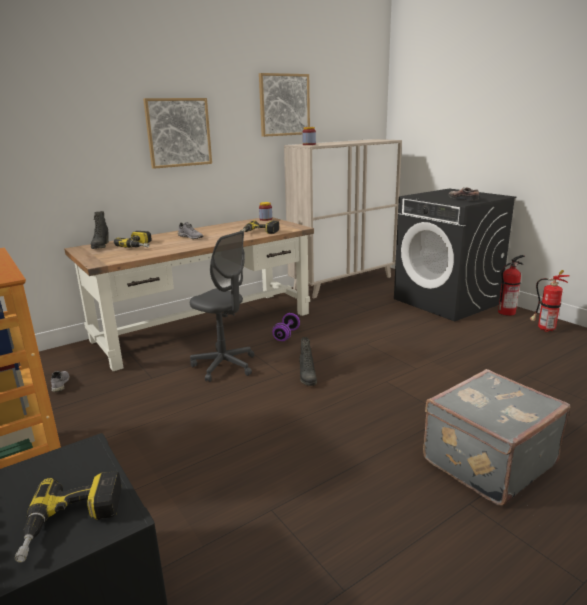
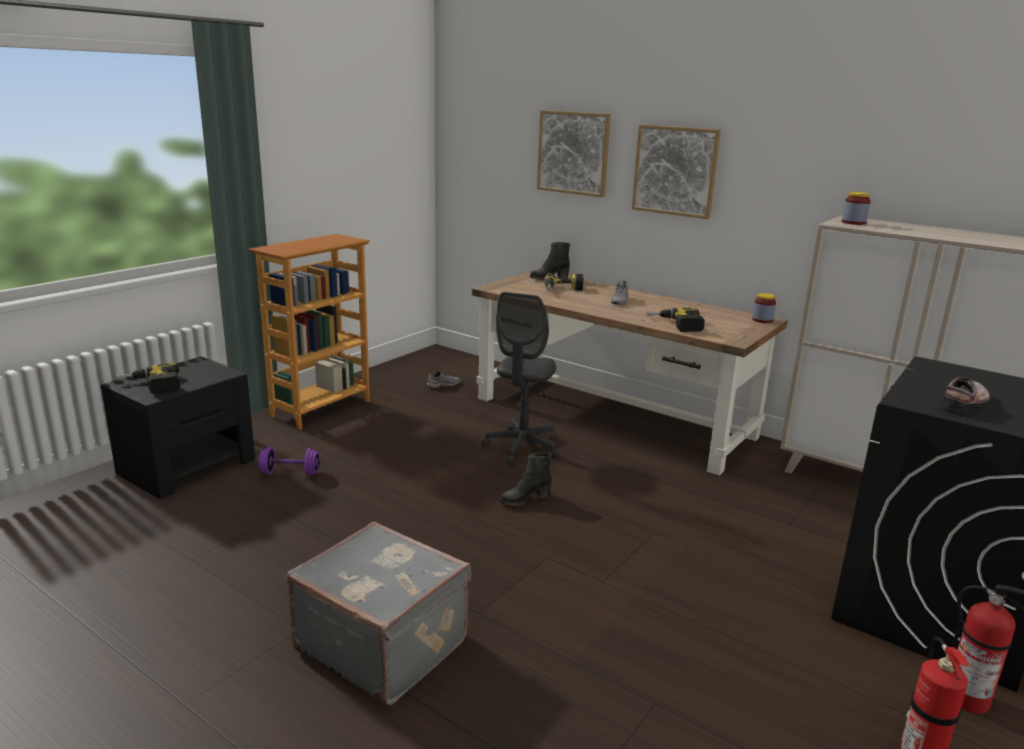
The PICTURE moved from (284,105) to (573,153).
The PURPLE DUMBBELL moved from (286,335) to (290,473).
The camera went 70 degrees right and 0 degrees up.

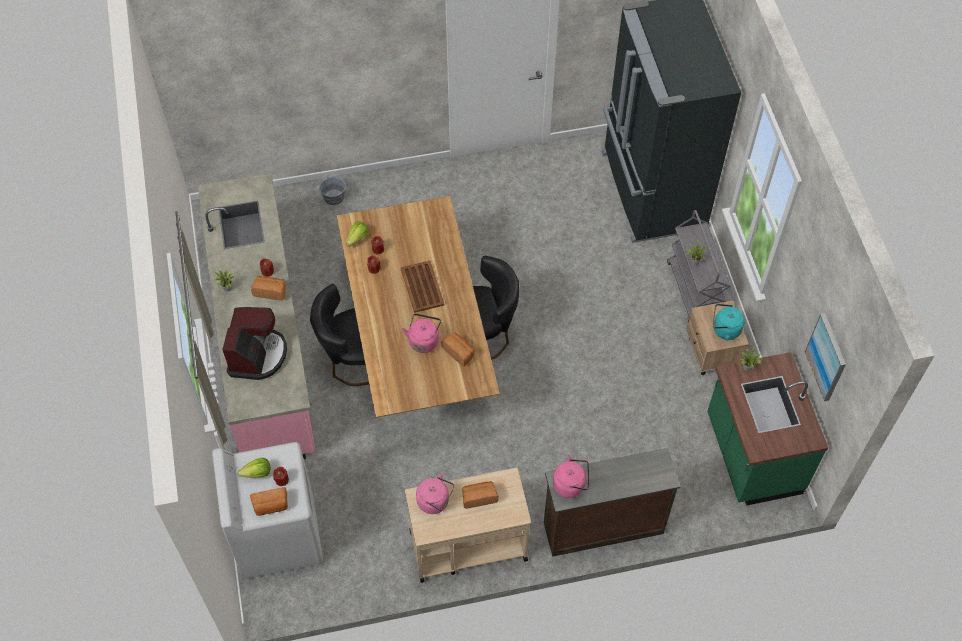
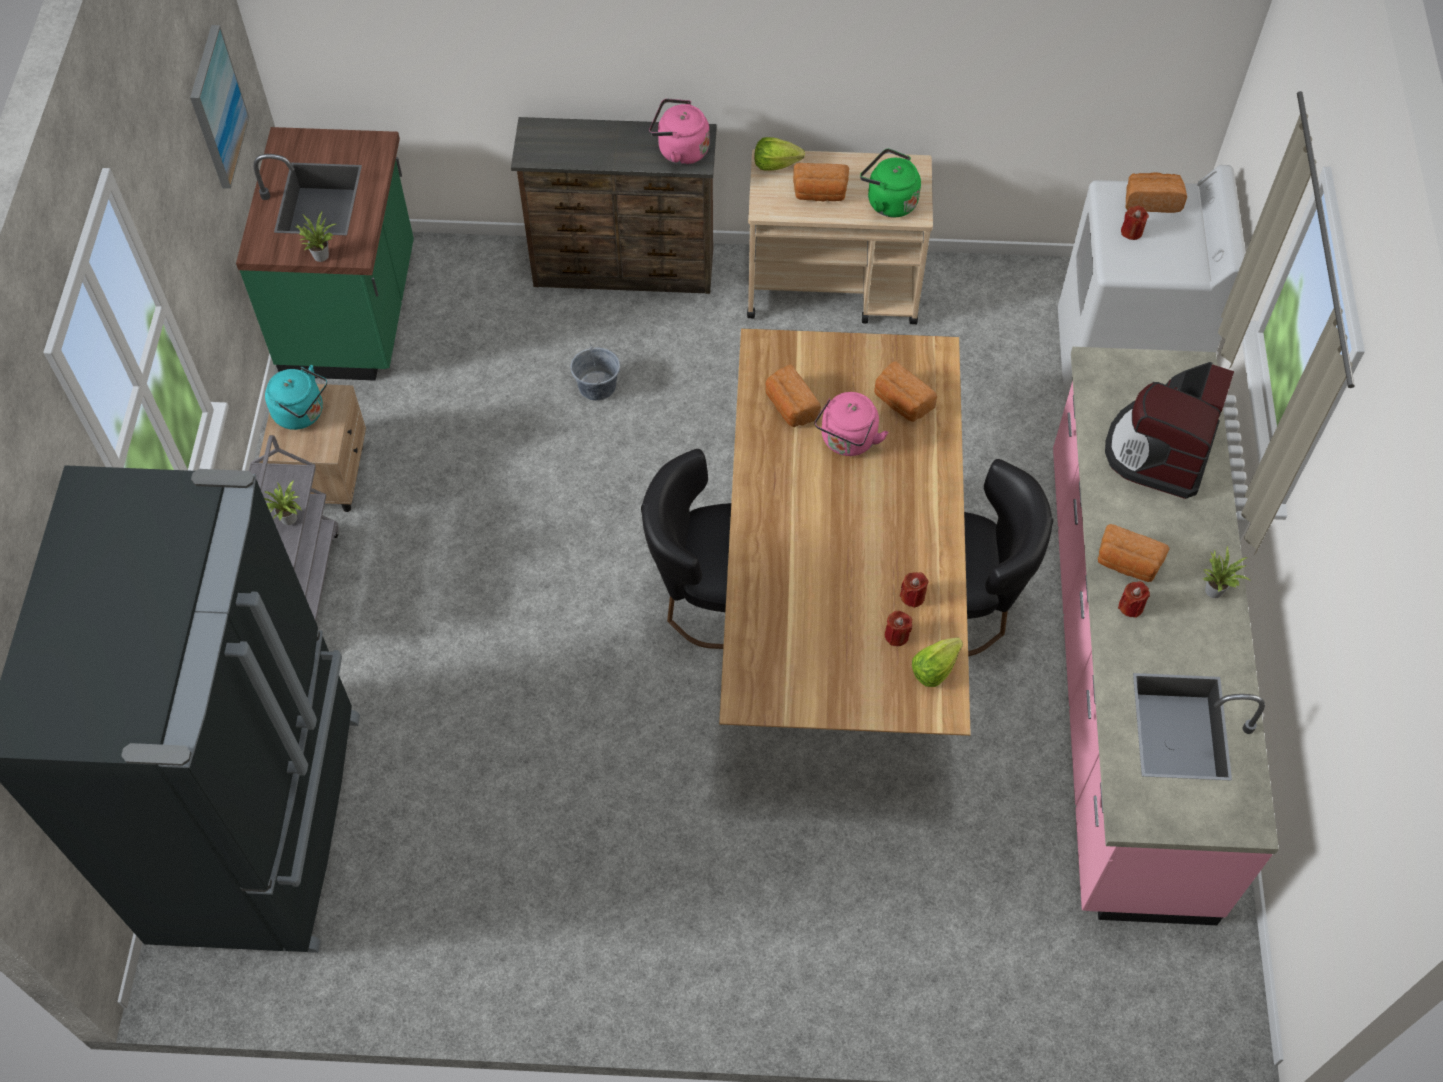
The BROWN TRAY at (422,287) disappeared.
The BREAD at (901,402) appeared.
The LETTUCE moved from (257,473) to (775,164).
The GREY BUCKET moved from (334,197) to (597,386).
The PINK KETTLE at (435,501) became the GREEN KETTLE at (888,201).
The camera went 165 degrees left and 0 degrees up.

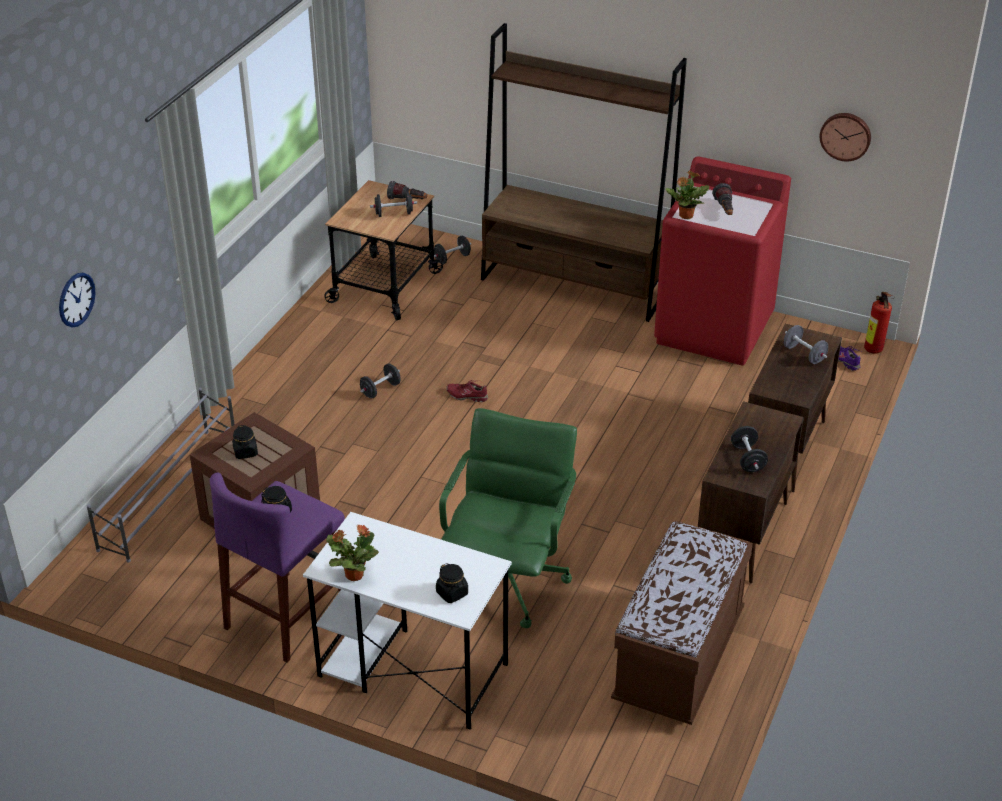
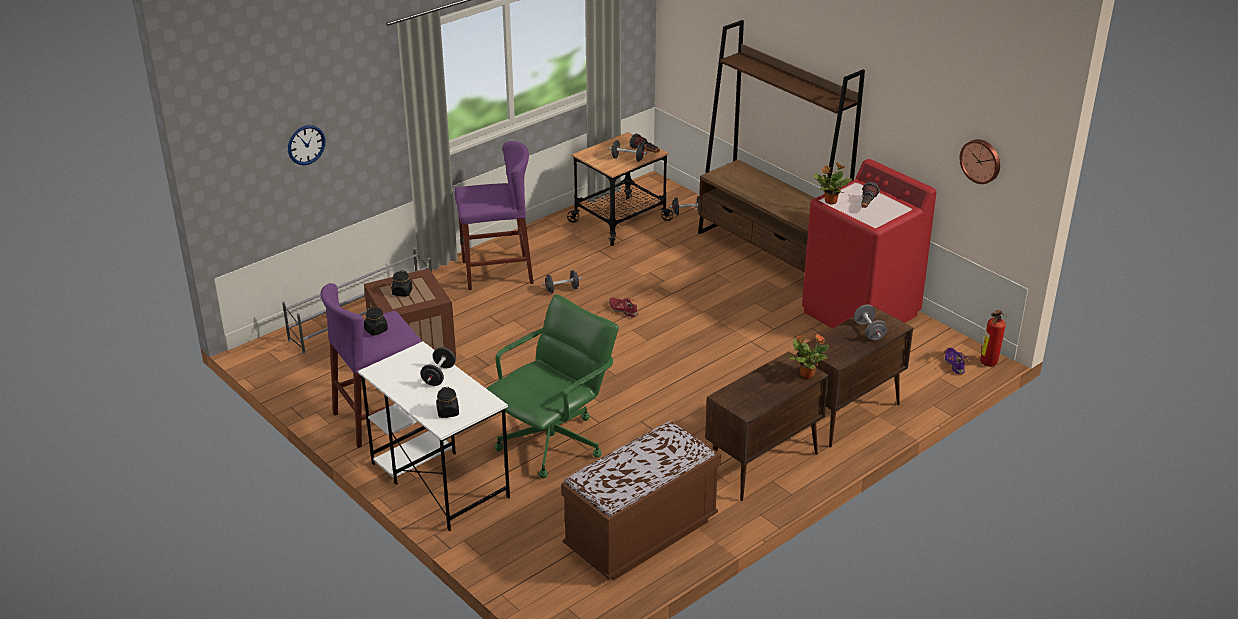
The PURPLE STOOL at (497,272) appeared.
The POTTED PLANT moved from (353,575) to (806,374).
The BLACK DUMBBELL moved from (747,459) to (439,376).
The camera went 25 degrees right and 5 degrees down.

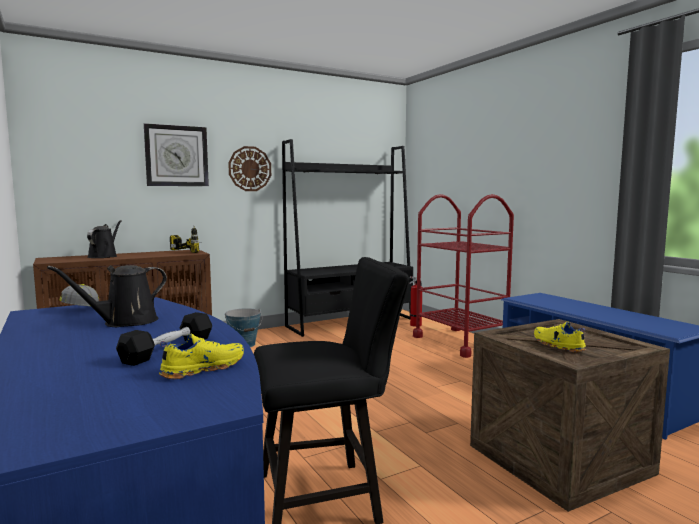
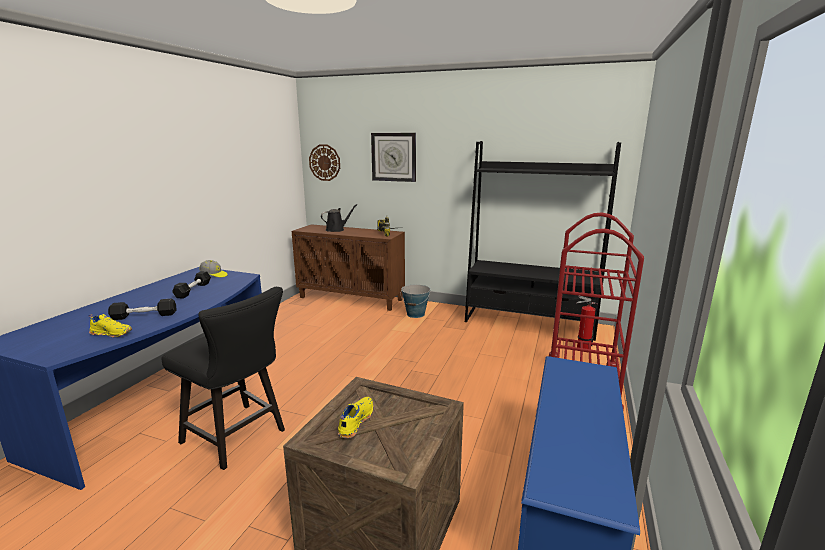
The WALL CLOCK moved from (250,168) to (324,162).
The BLACK WATERING CAN at (125,322) was replaced by the BLACK DUMBBELL at (193,290).
The camera went 50 degrees right and 10 degrees up.

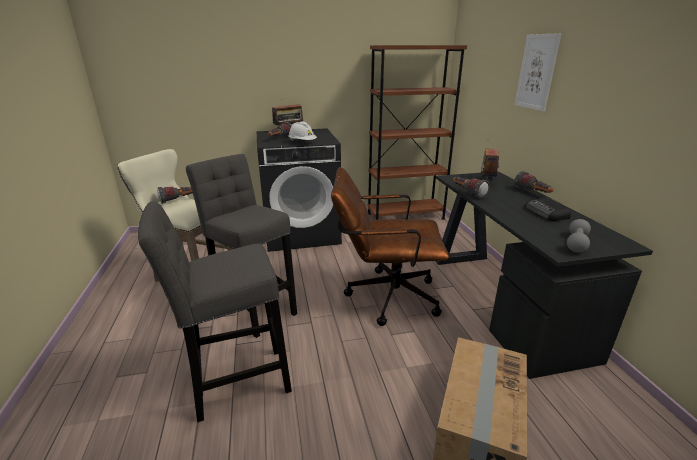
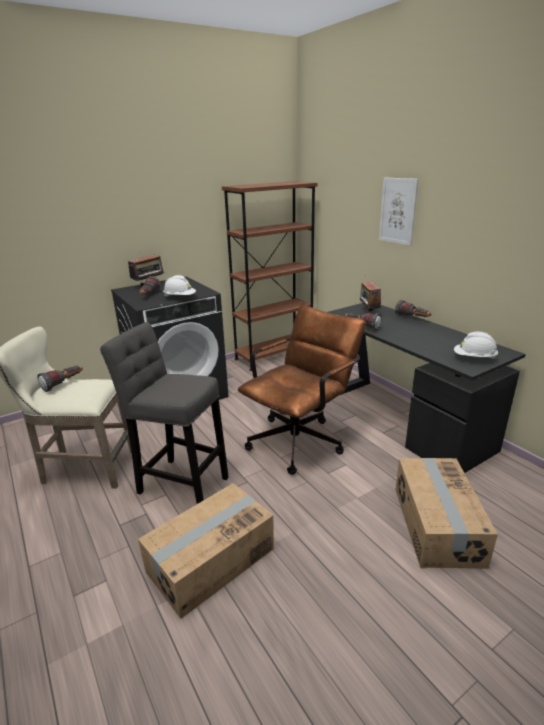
The RADIO at (546,213) disappeared.
The GREY STOOL at (235,383) was replaced by the CARDBOARD BOX at (210,560).
The GREY DUMBBELL at (576,243) was replaced by the WHITE HARD HAT at (474,358).
The BROWN OFFICE CHAIR at (384,296) turned 150 degrees clockwise.
The camera went 20 degrees left and 0 degrees up.

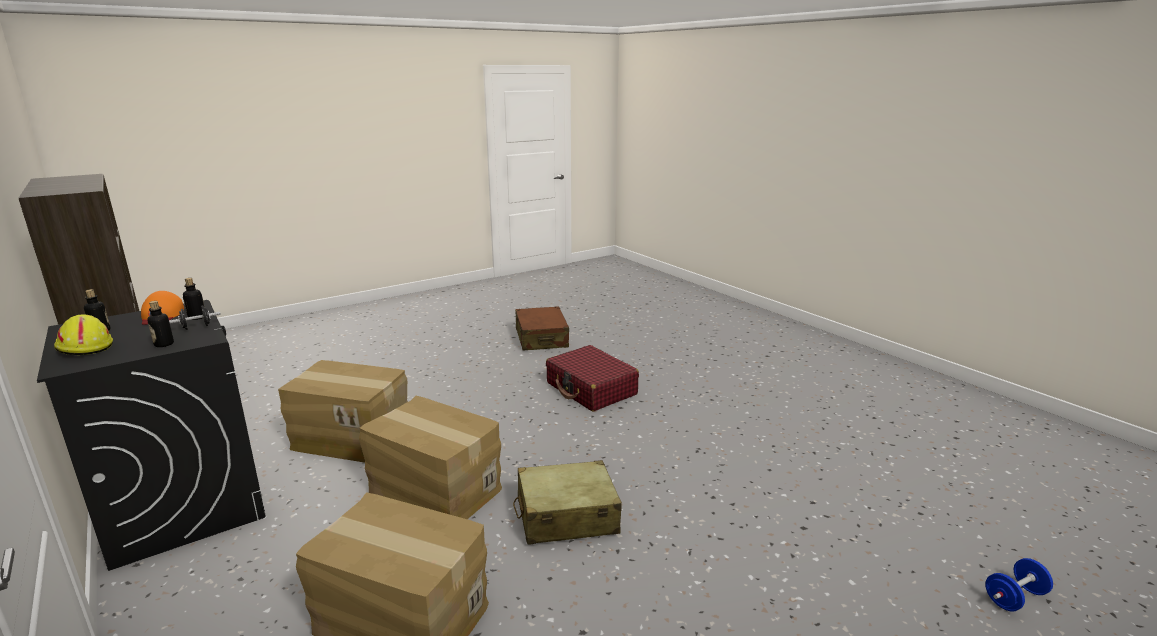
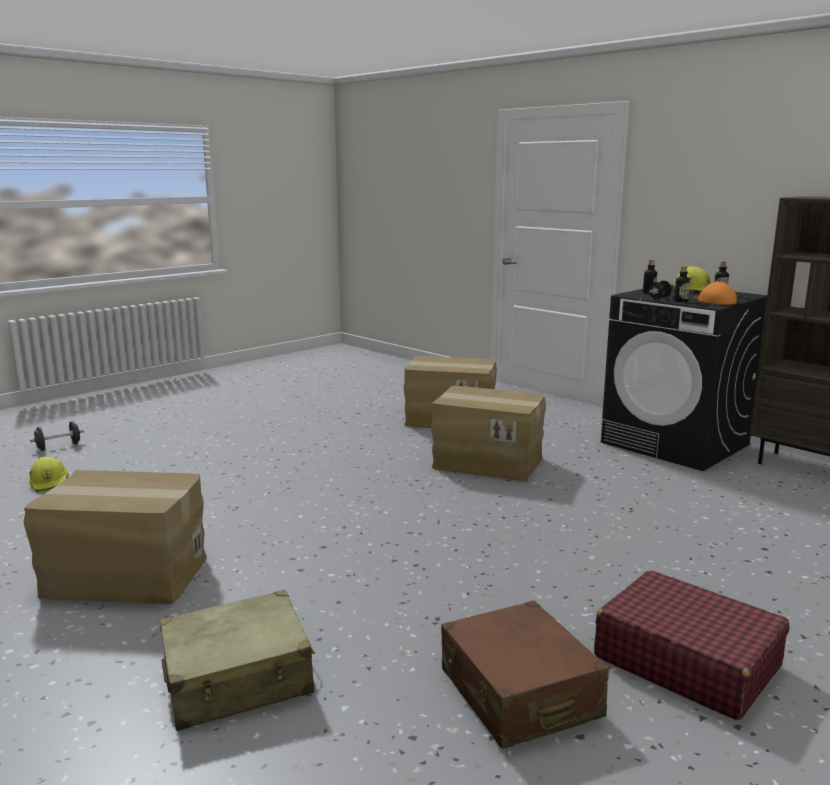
The YELLOW HARD HAT at (50,483) appeared.
The CARDBOARD BOX moved from (352,438) to (125,576).
The BEIGE SUITCASE moved from (566,516) to (238,679).
The RED SUITCASE moved from (591,389) to (686,661).
The BLUE DUMBBELL at (1014,598) became the BLACK DUMBBELL at (58,447).
The camera went 170 degrees right and 5 degrees down.

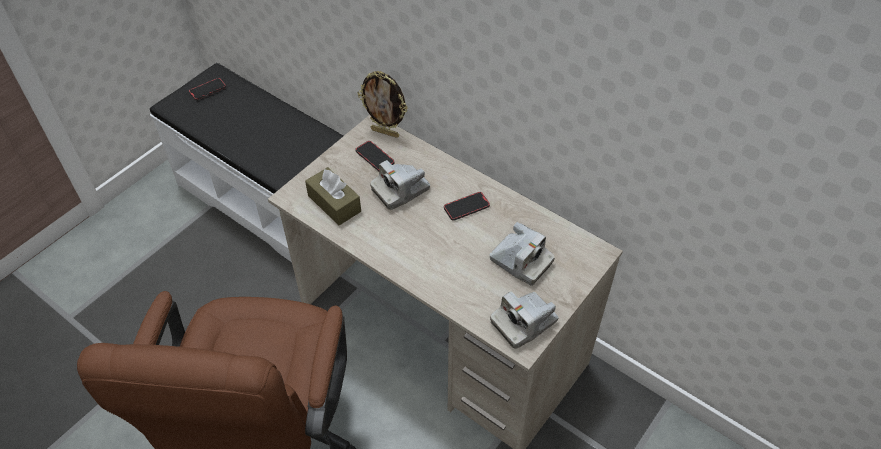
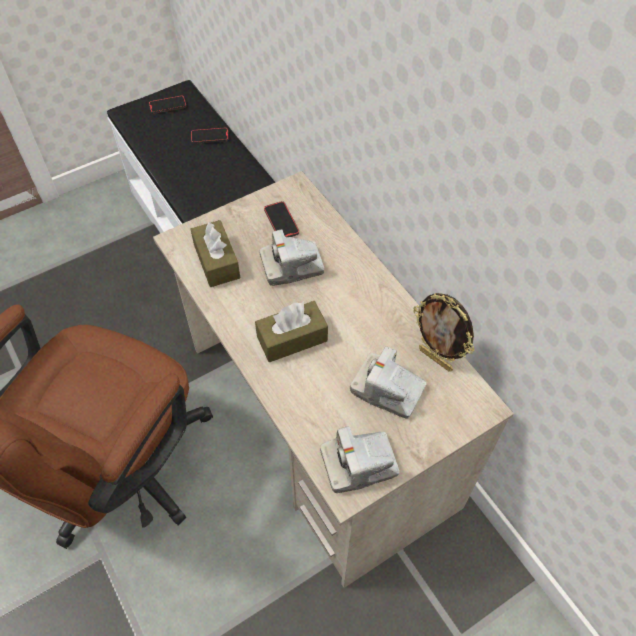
The BROWN TISSUE BOX at (292,339) appeared.
The PICTURE FRAME moved from (385,132) to (436,359).
The PHONE moved from (466,207) to (210,137).
The PHOTO CAMERA at (520,262) turned 150 degrees clockwise.
The camera went 20 degrees right and 5 degrees up.

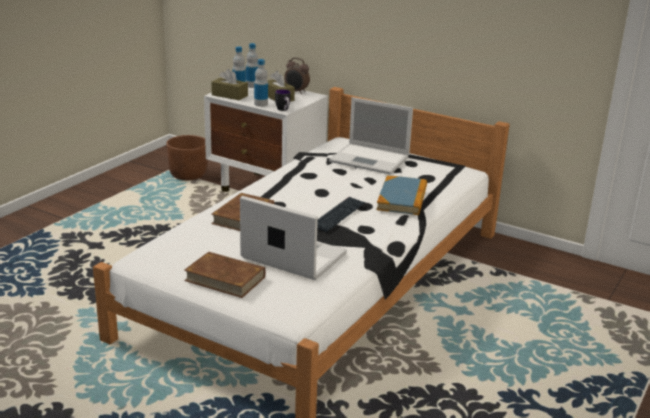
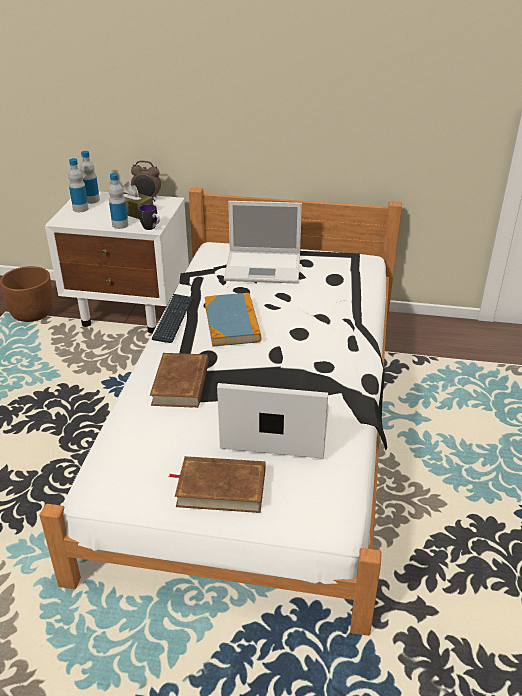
The BROWN TISSUE BOX at (229,95) disappeared.
The KEYBOARD moved from (338,215) to (173,319).
The BOOK moved from (402,198) to (232,322).
The camera went 20 degrees left and 10 degrees up.

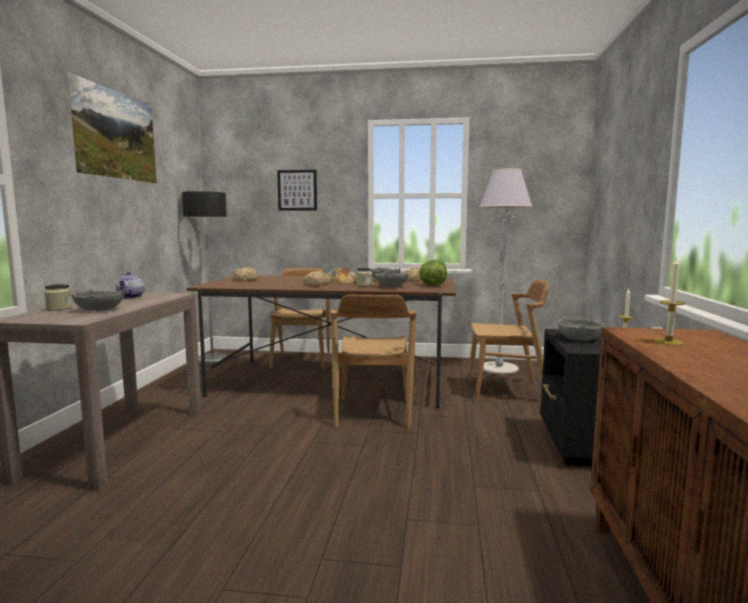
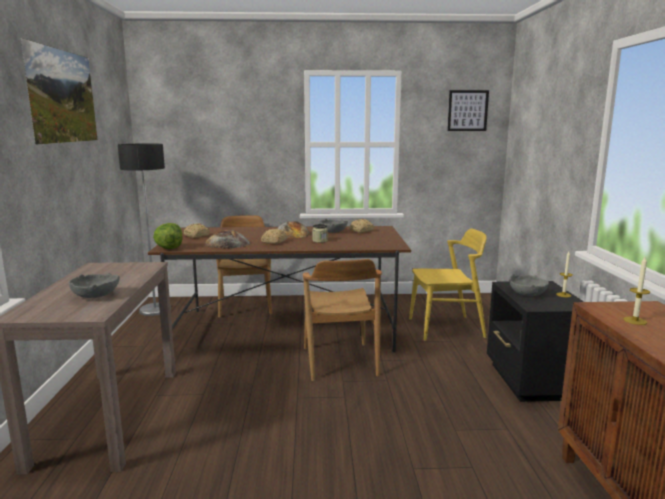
The JAR at (59,308) disappeared.
The TEAPOT at (131,297) disappeared.
The GREY BOWL at (391,286) disappeared.
The GREY FLOOR LAMP at (499,369) disappeared.
The BREAD at (227,244) appeared.
The PICTURE moved from (297,190) to (467,110).
The LETTUCE moved from (432,285) to (169,248).
The BROWN CHAIR at (507,390) became the YELLOW CHAIR at (446,328).
The camera went 10 degrees left and 5 degrees up.

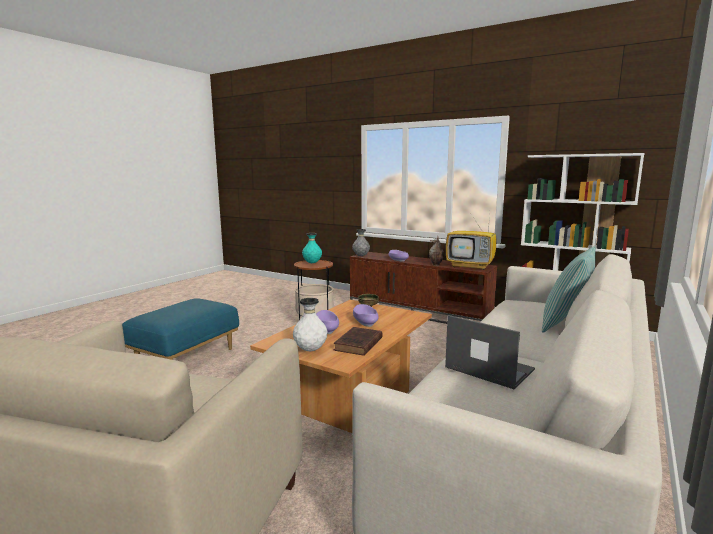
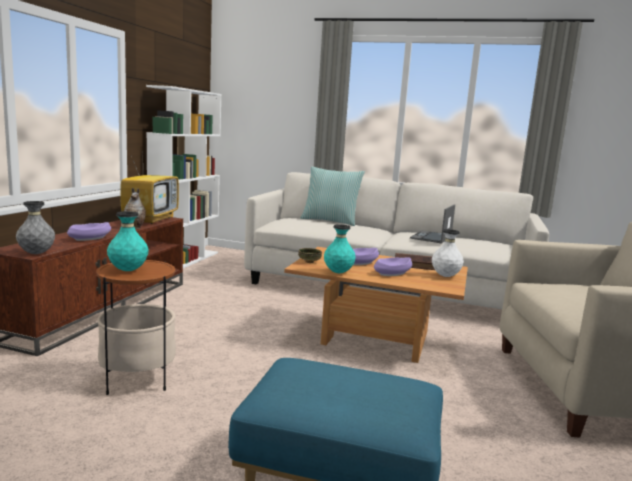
The TURQUOISE VASE at (338,272) appeared.
The camera went 105 degrees left and 0 degrees up.

